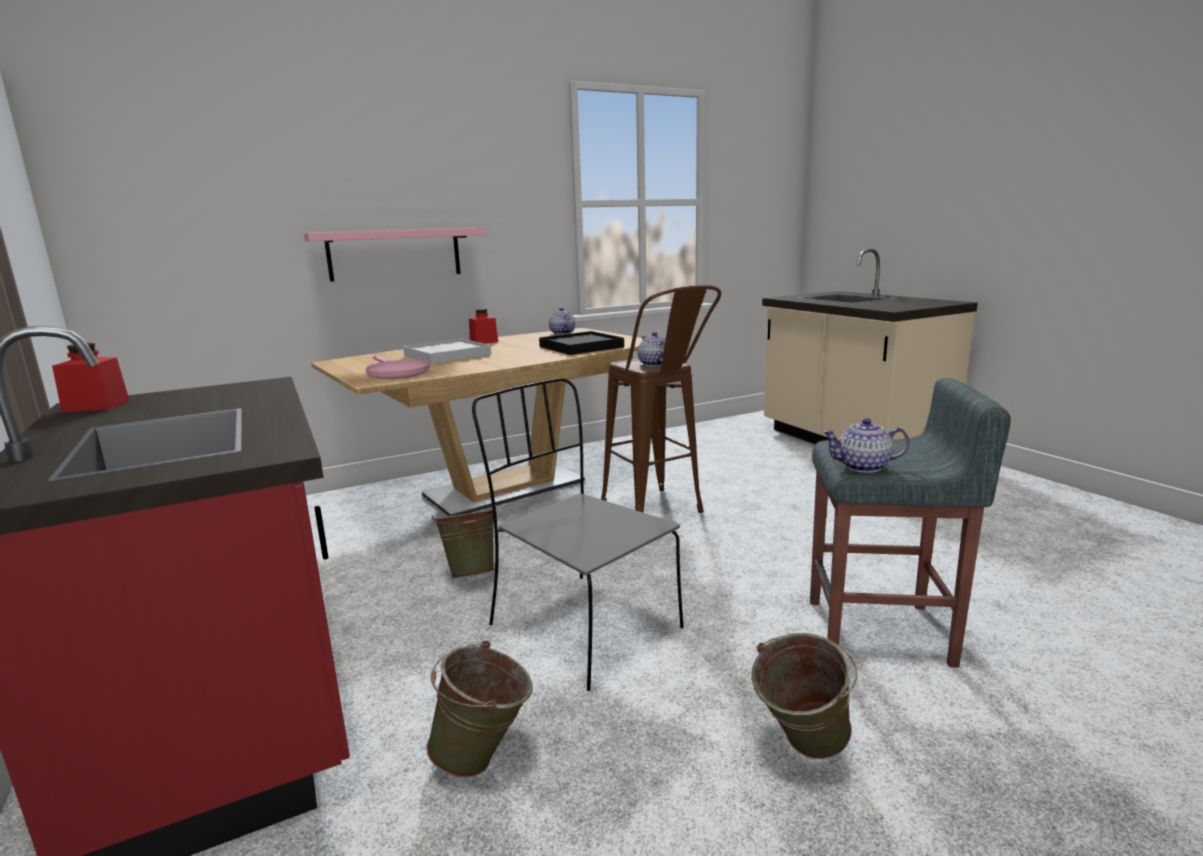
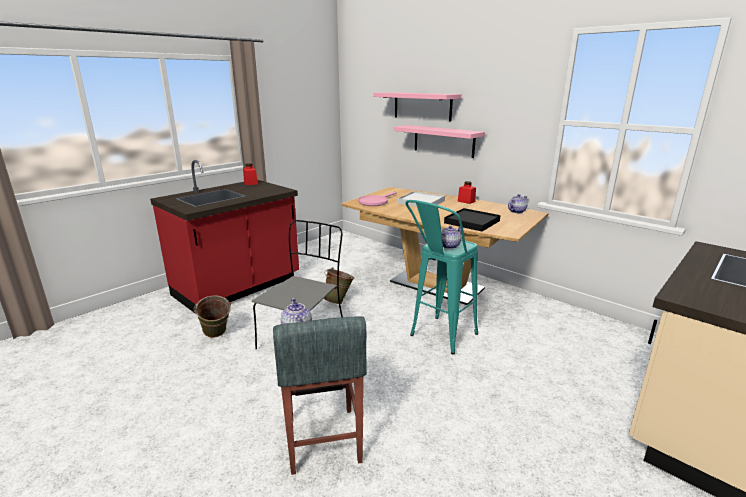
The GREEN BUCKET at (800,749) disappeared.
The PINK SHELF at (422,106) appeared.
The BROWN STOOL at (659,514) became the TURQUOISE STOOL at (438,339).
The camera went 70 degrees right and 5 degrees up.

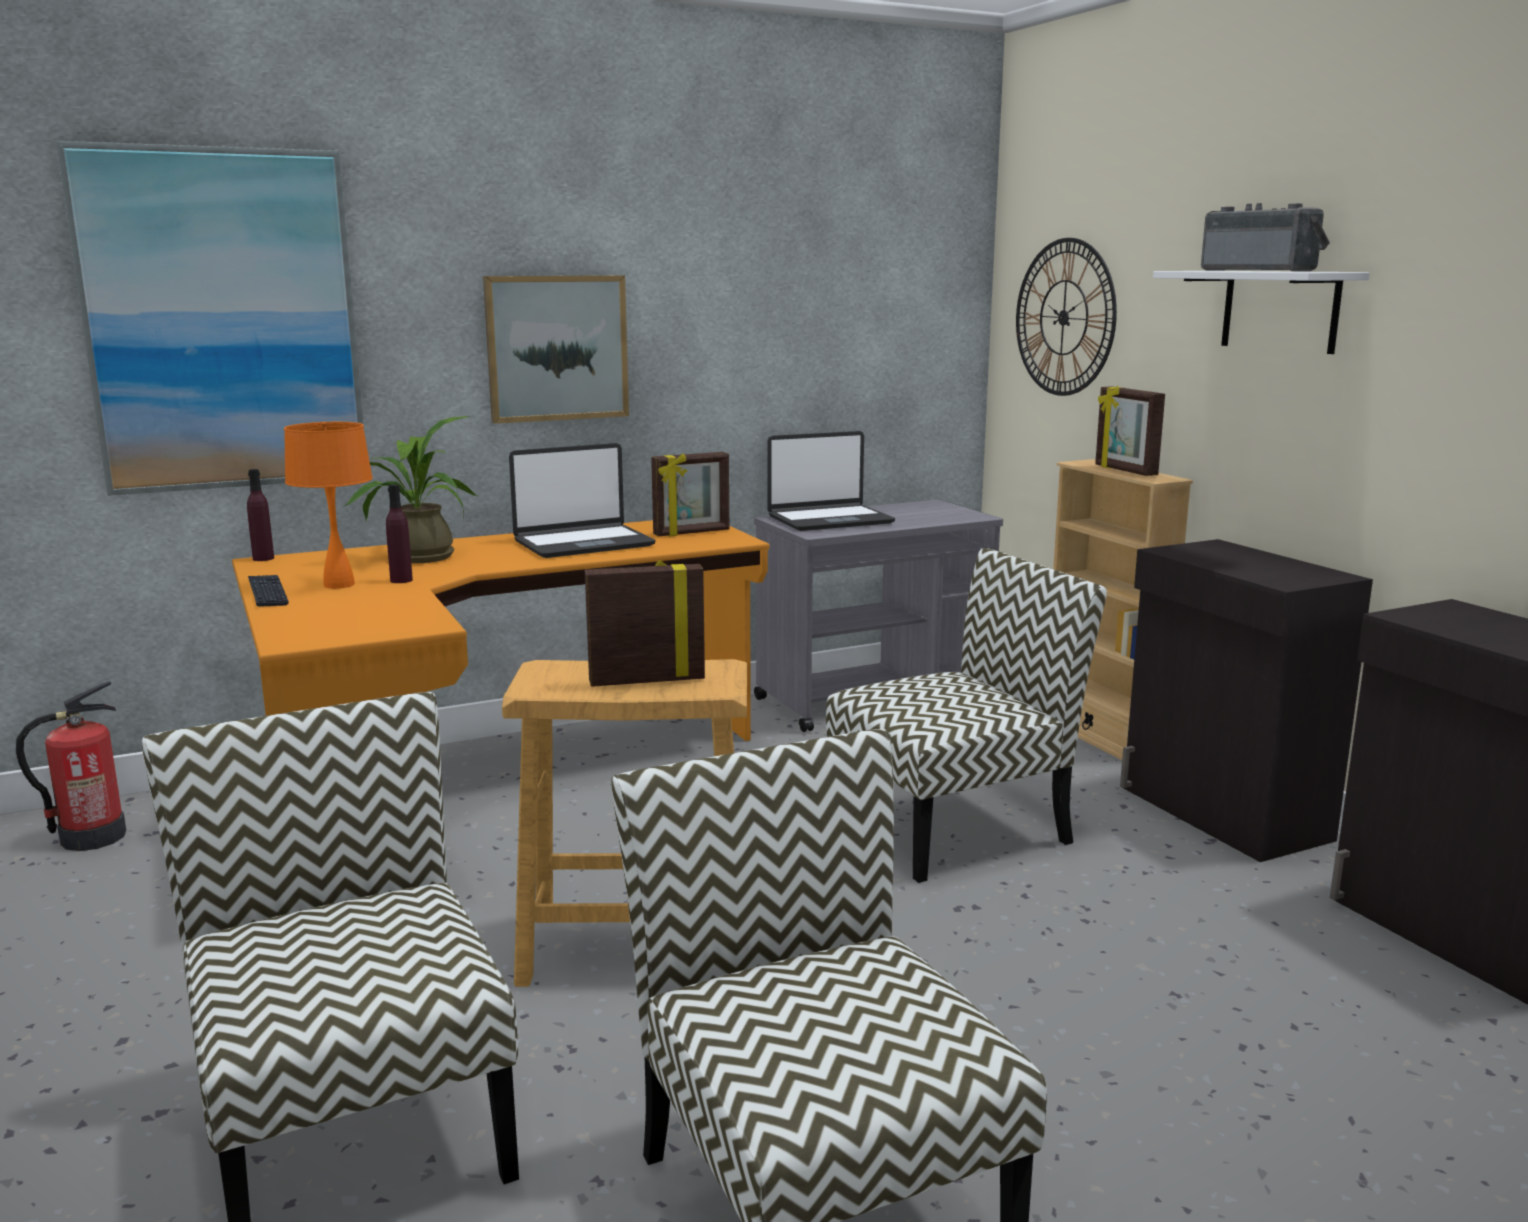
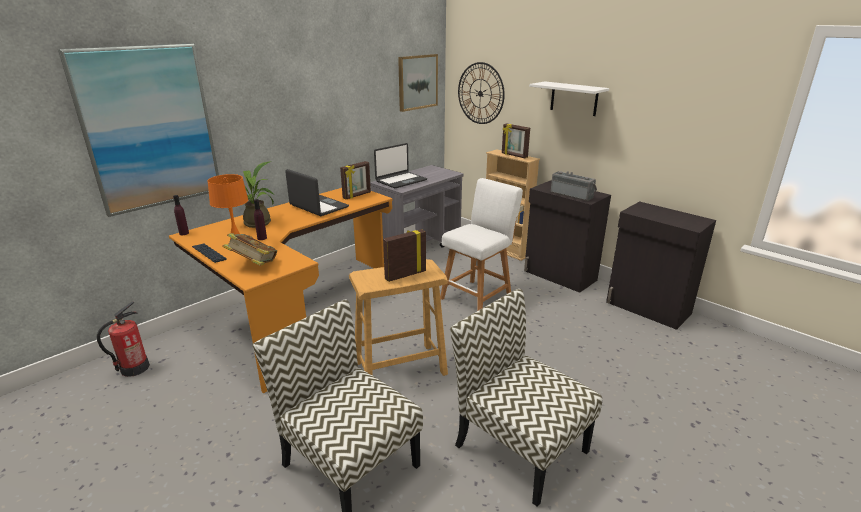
The BOOK at (253,265) appeared.
The PICTURE moved from (557,348) to (417,82).
The RADIO moved from (1261,270) to (572,195).
The CHAIR at (952,827) was replaced by the WHITE STOOL at (478,297).
The LAPTOP at (583,543) turned 90 degrees counterclockwise.
The camera went 20 degrees left and 10 degrees up.

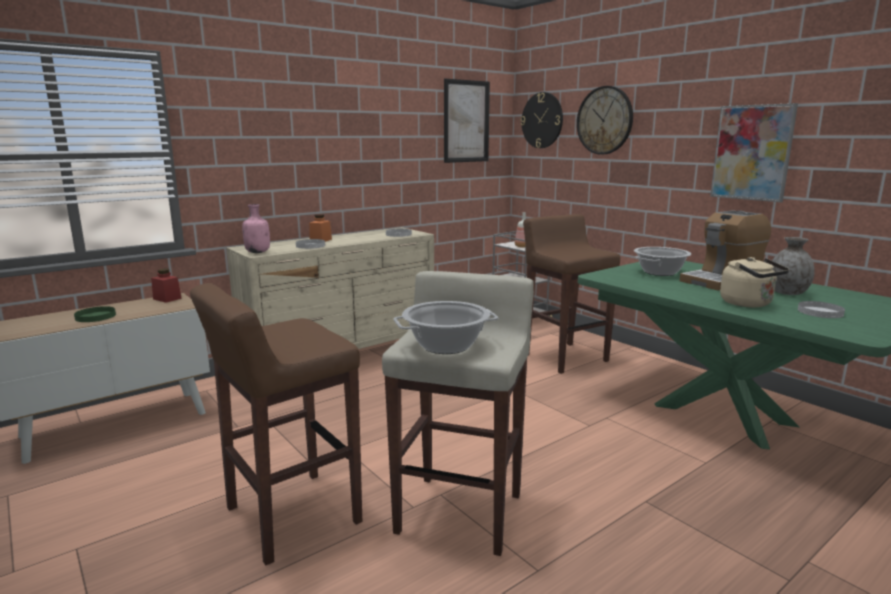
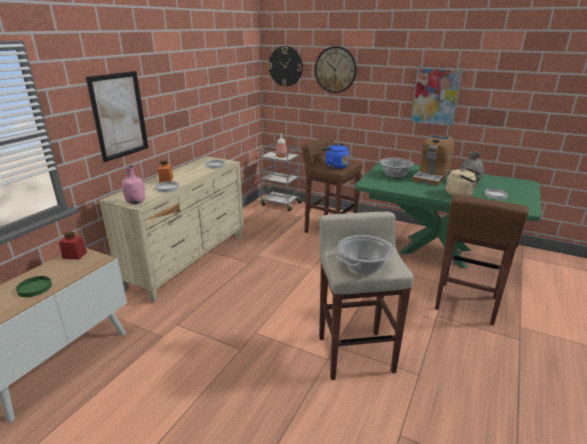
The BLUE KETTLE at (335,166) appeared.
The BROWN STOOL moved from (291,516) to (466,303).
The PICTURE moved from (466,121) to (119,115).
The camera went 25 degrees left and 10 degrees up.

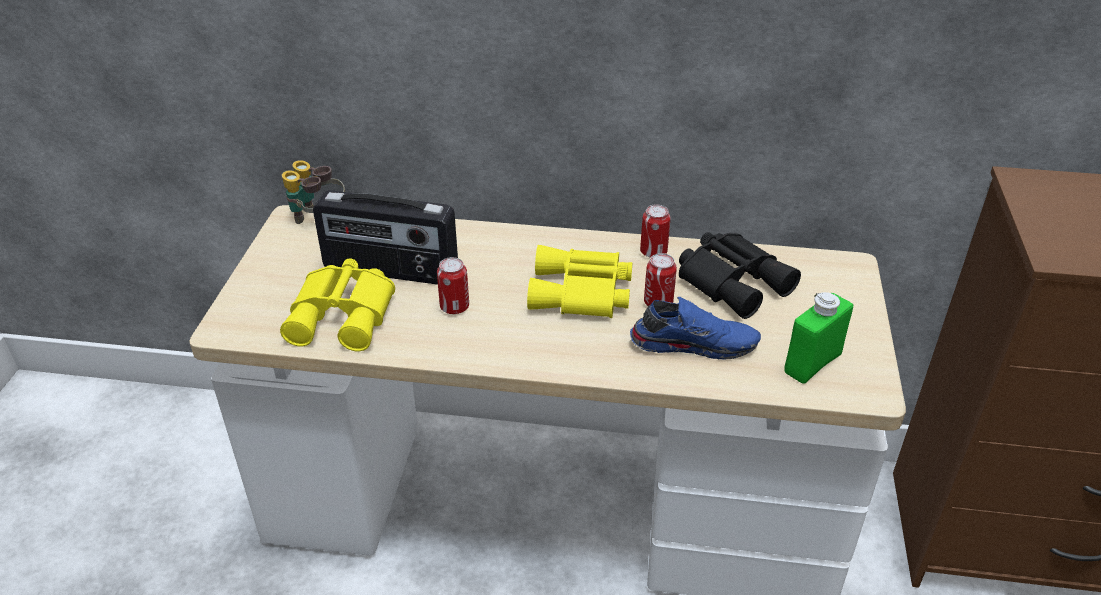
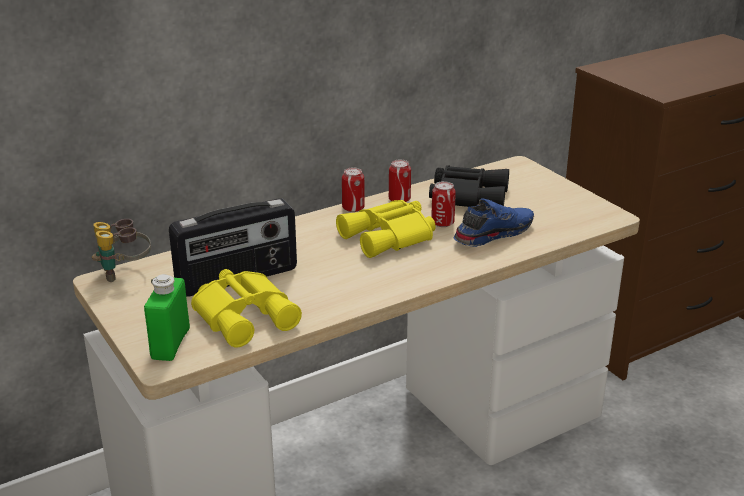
The CAN moved from (454,307) to (353,208).
The GREEN BOTTLE moved from (812,363) to (170,344).
The camera went 40 degrees left and 10 degrees down.

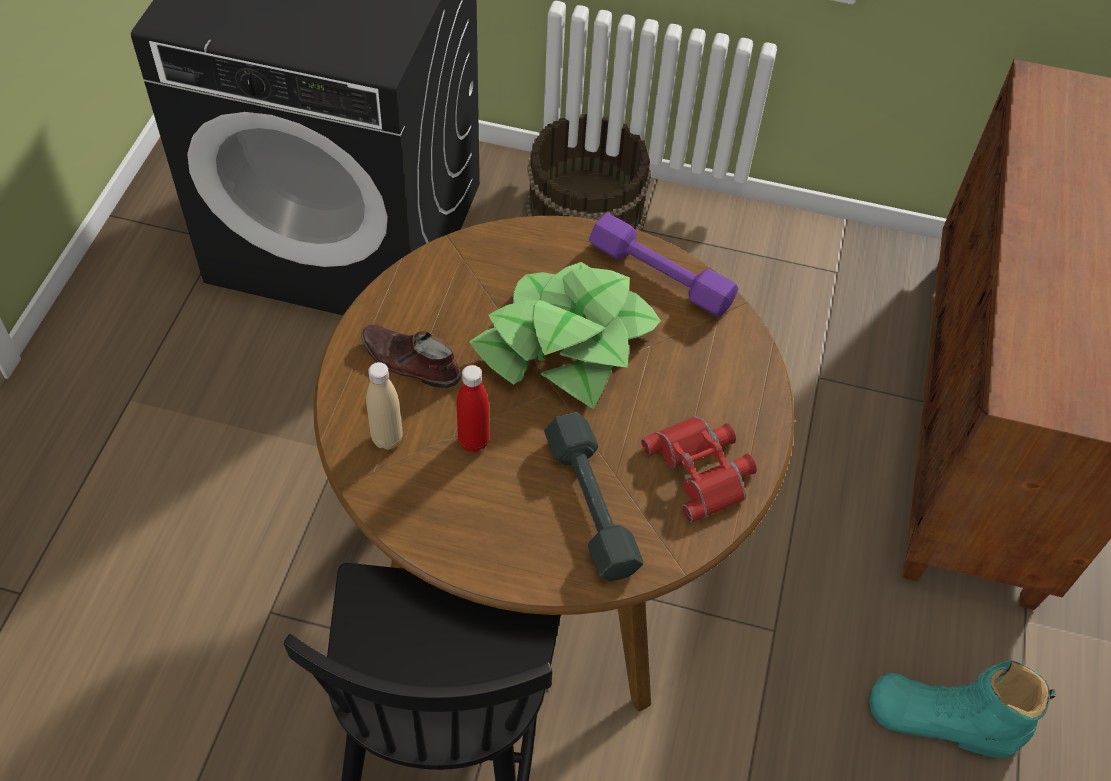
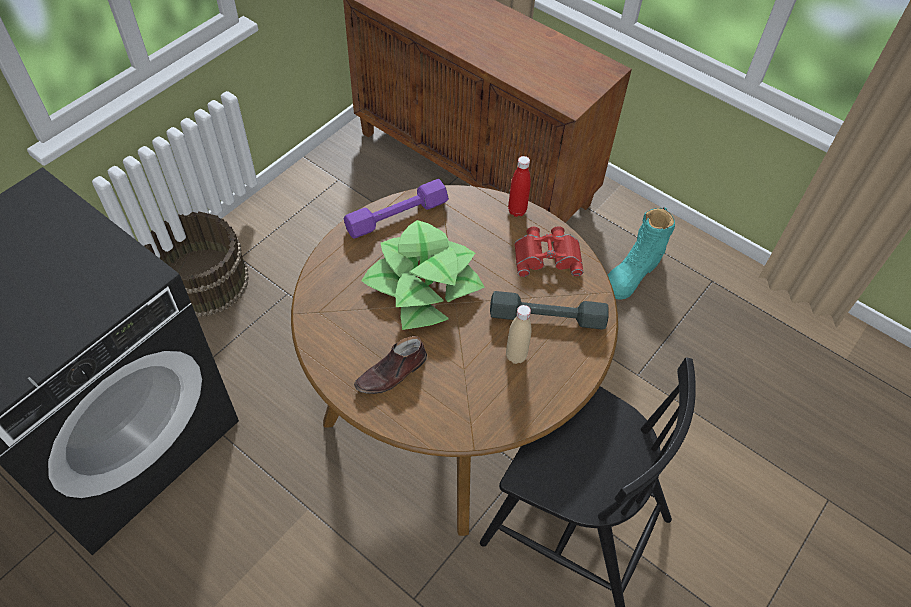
The BEIGE BOTTLE moved from (387,438) to (516,356).
The RED BOTTLE moved from (473,441) to (517,211).
The camera went 65 degrees left and 0 degrees up.

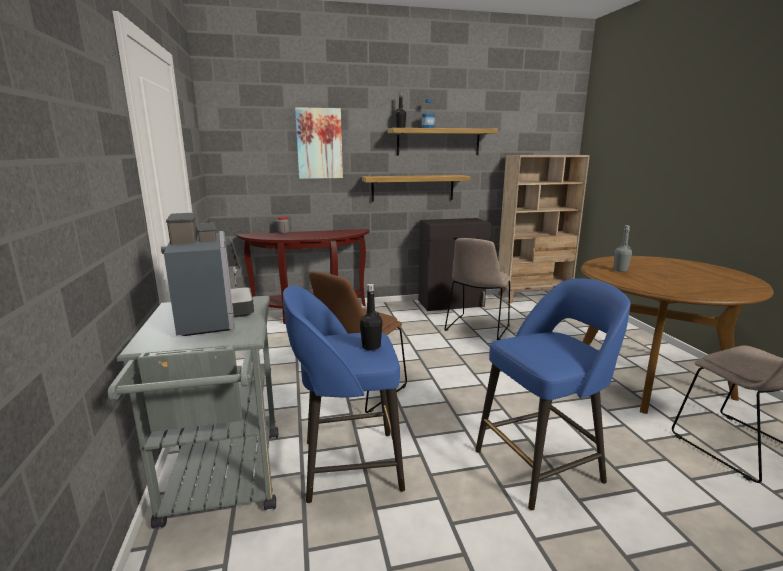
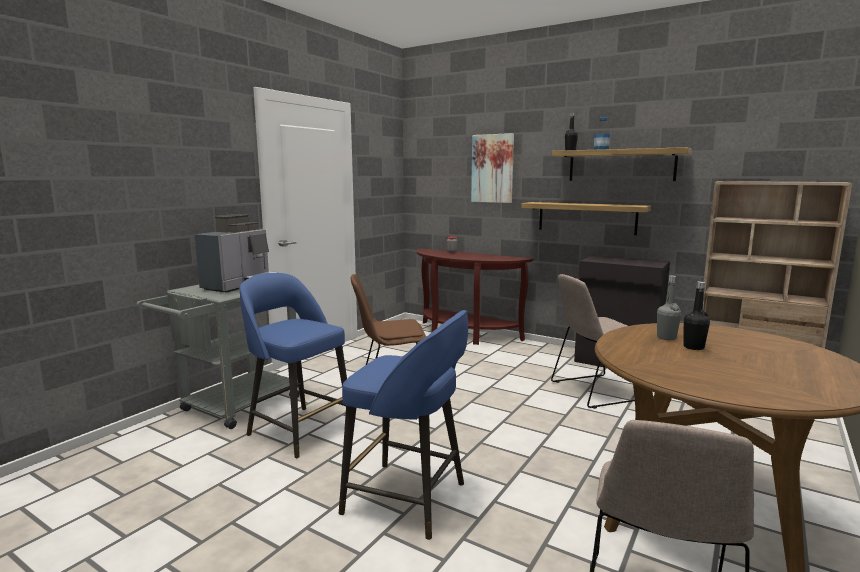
The BLACK BOTTLE moved from (371,346) to (693,347).
The camera went 45 degrees right and 5 degrees down.

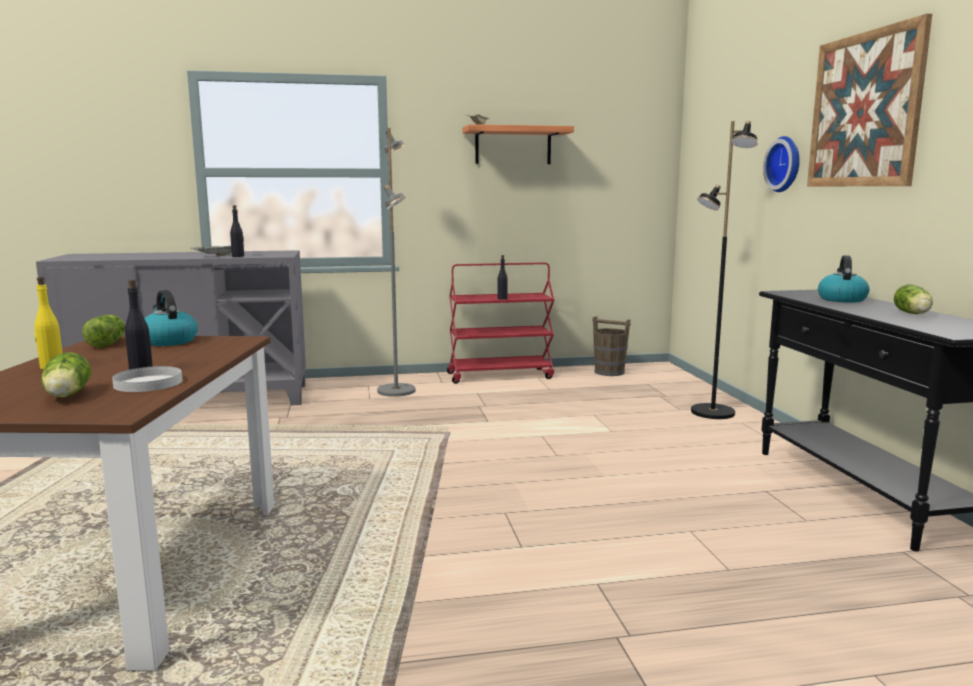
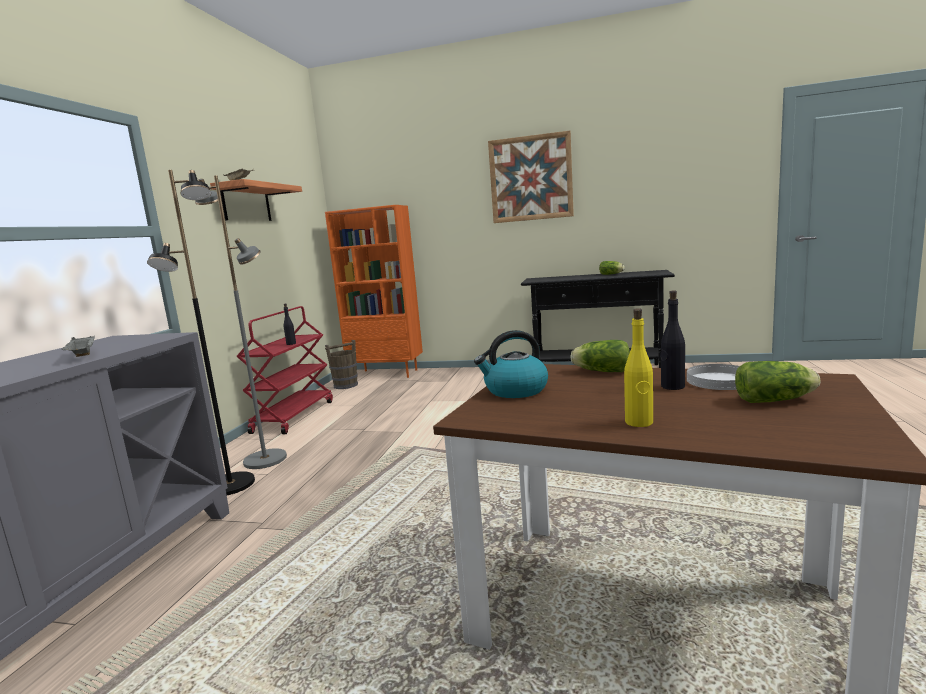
The BLACK BOTTLE at (238,256) disappeared.
The WALL CLOCK at (786,164) disappeared.
The KETTLE at (841,299) disappeared.
The ORANGE BOOKCASE at (387,374) appeared.
The LETTUCE moved from (108,343) to (600,371).
The BLACK FLOOR LAMP moved from (712,412) to (230,485).
The camera went 65 degrees left and 0 degrees up.

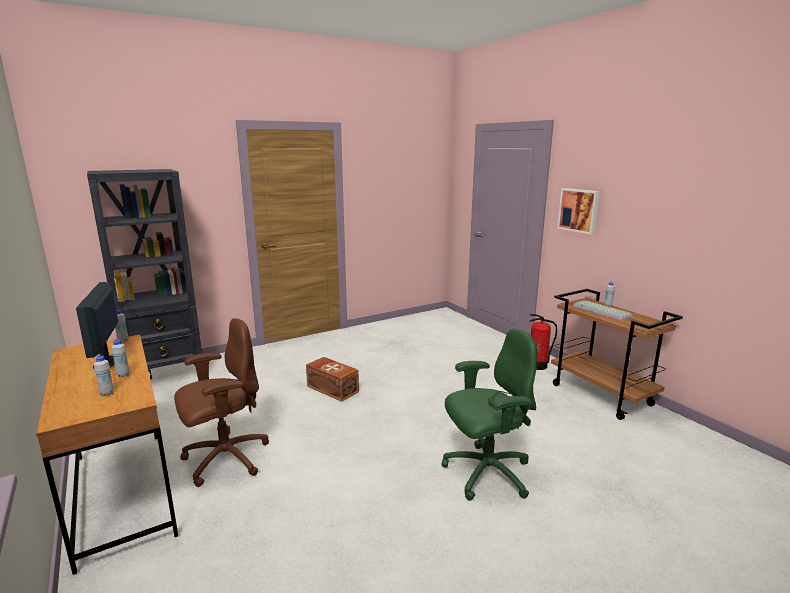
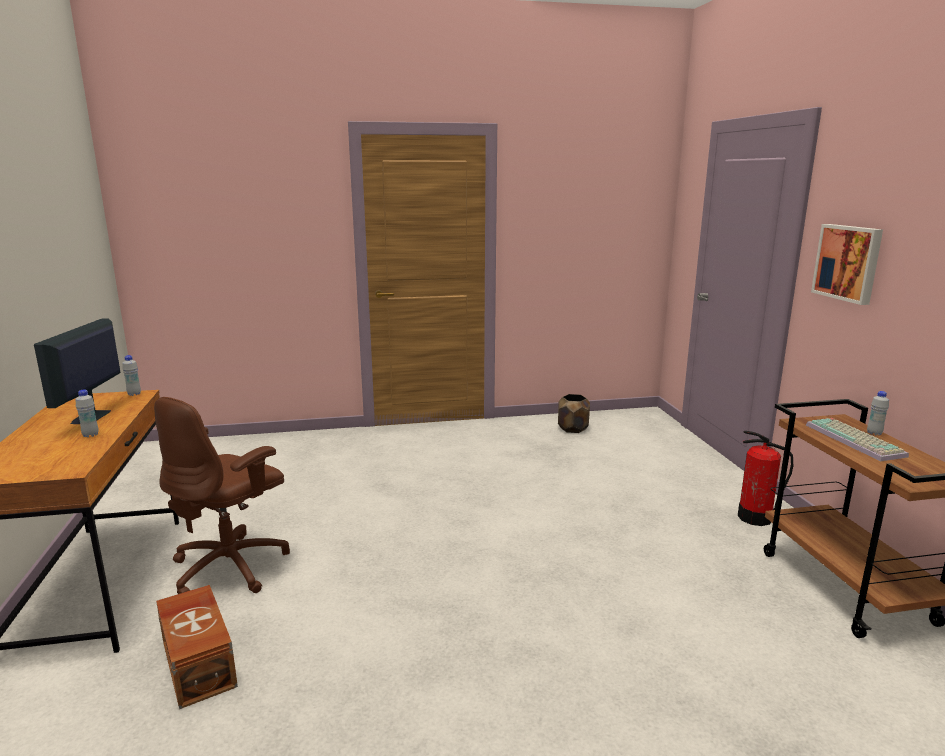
The BLACK BOOKCASE at (166,376) disappeared.
The WHITE BOTTLE at (107,393) disappeared.
The GREEN OFFICE CHAIR at (486,473) disappeared.
The BROWN PLANTER at (572,428) appeared.
The BROWN STORAGE BOX moved from (332,388) to (200,662).
The BROWN OFFICE CHAIR at (225,459) turned 135 degrees clockwise.
The camera went 20 degrees right and 0 degrees up.

